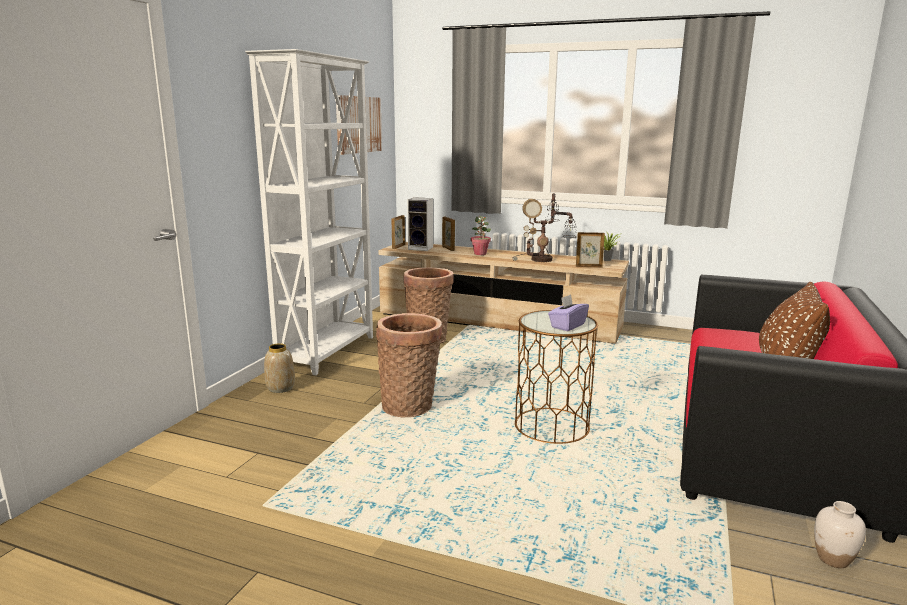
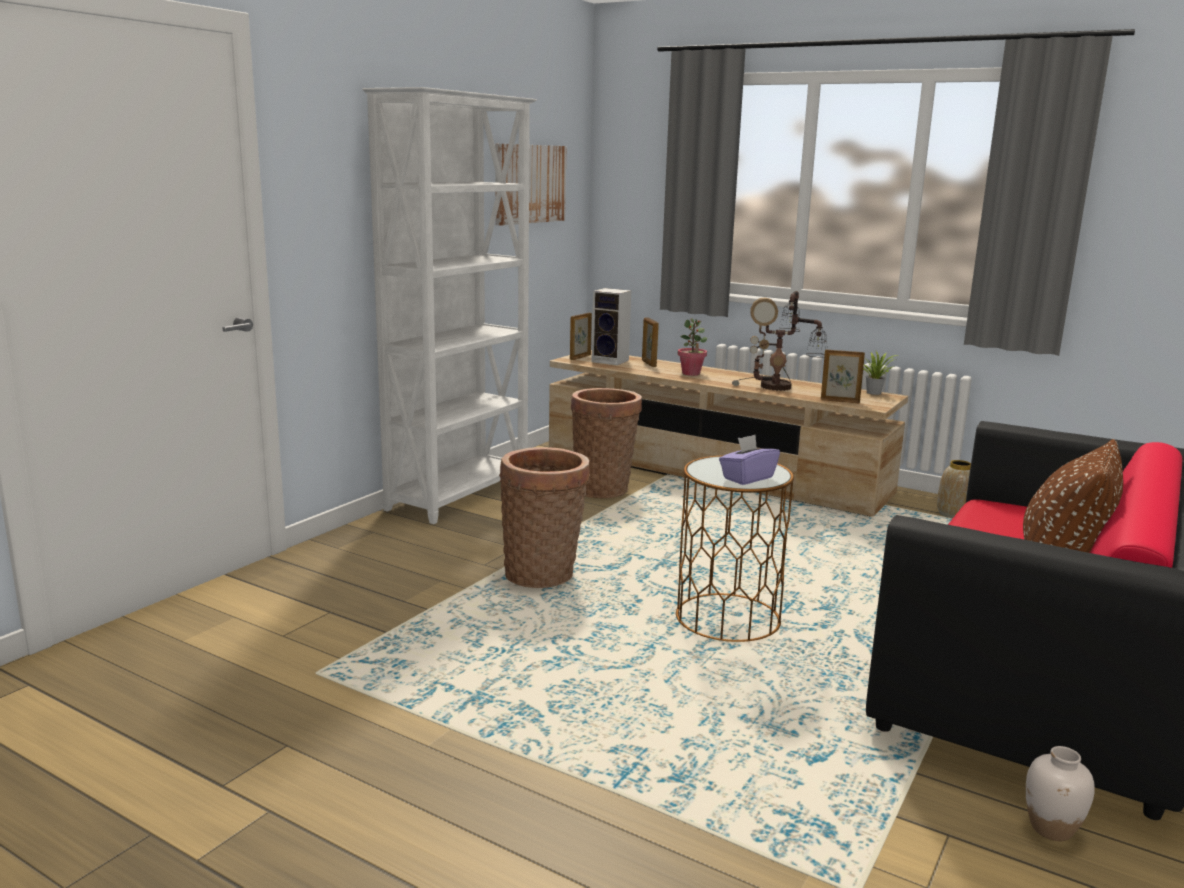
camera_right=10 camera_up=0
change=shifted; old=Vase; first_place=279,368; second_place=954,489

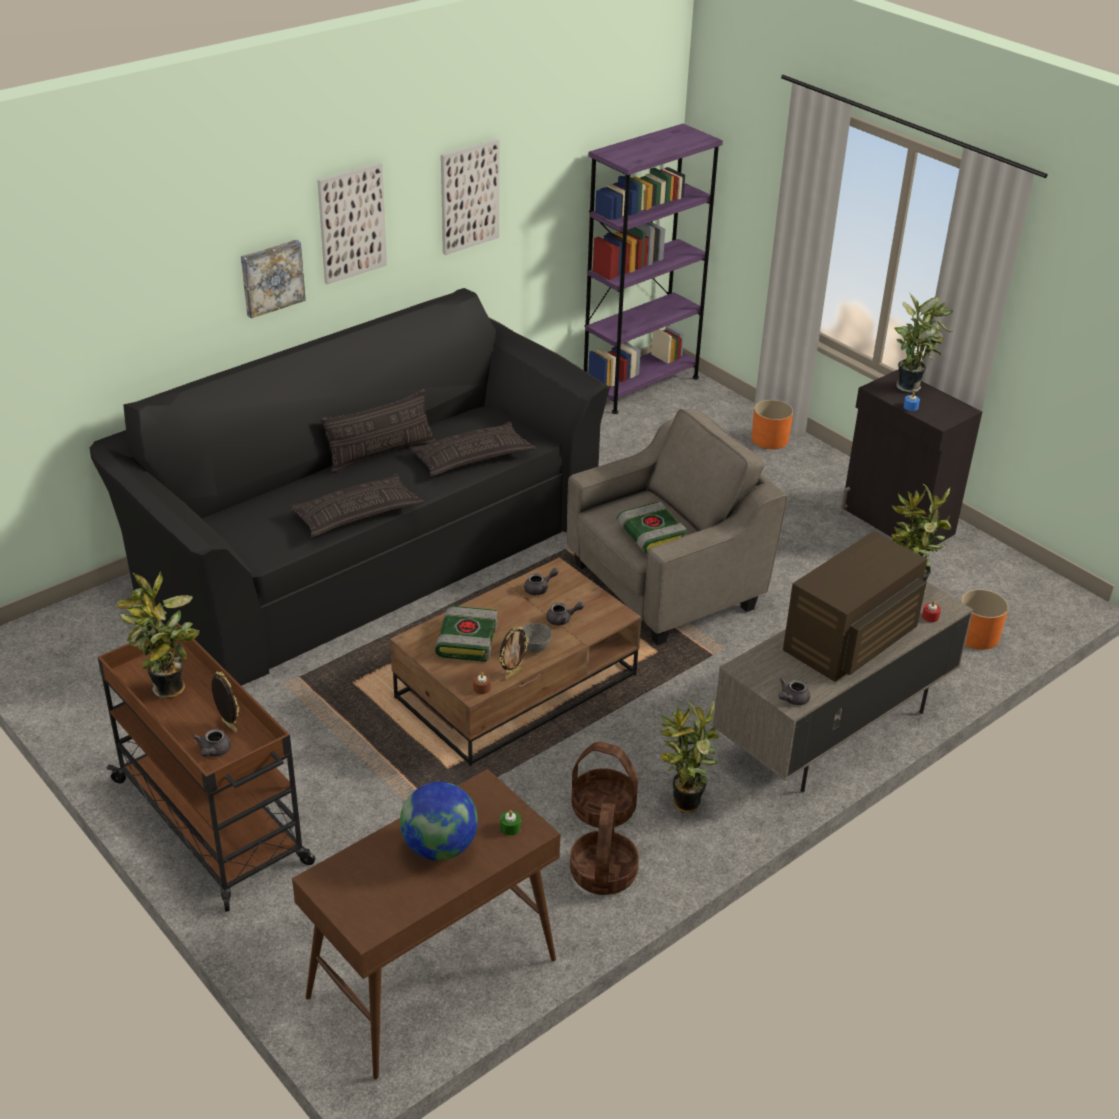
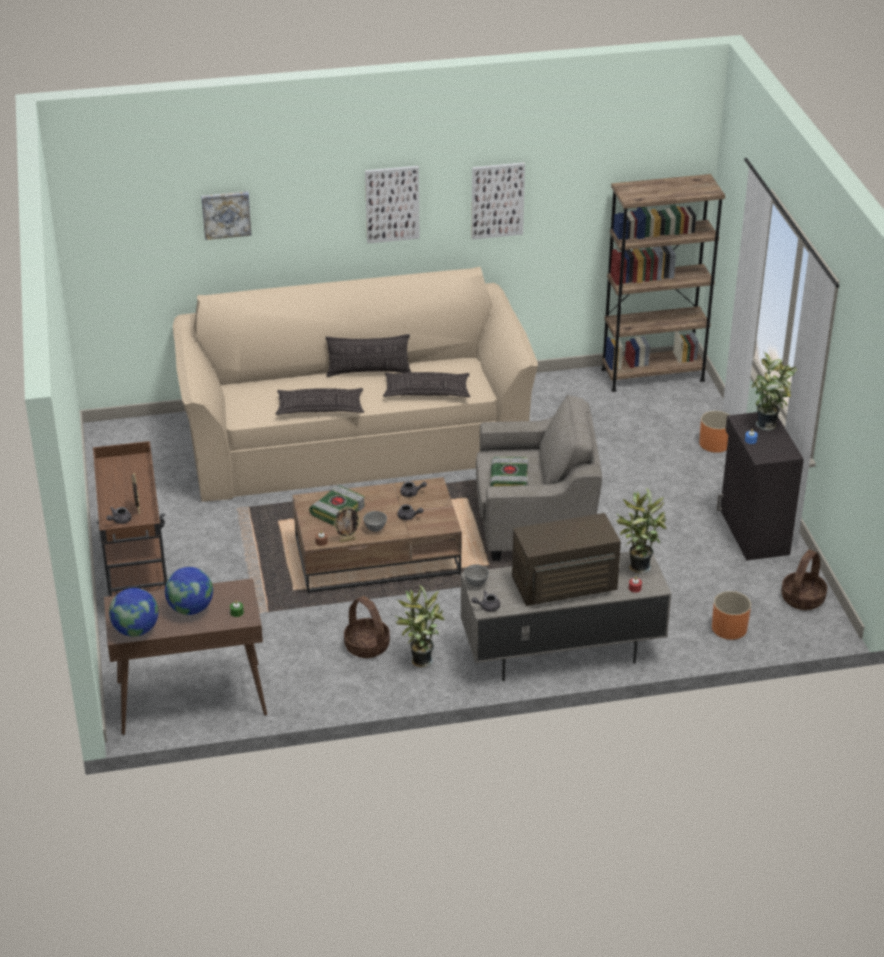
camera_right=30 camera_up=0
change=gone; old=Topfpflanze; first_place=157,635
change=new; new=Globus; second_place=133,612
change=new; new=Schüssel [grau]; second_place=476,575
change=shifted; old=Bild; first_place=273,279; second_place=226,215
change=shifted; old=Korb; first_place=604,849; second_place=804,580
change=repainted; old=Sofa [schwarz]; new=Sofa [beige]; first_place=350,487; second_place=355,384
change=repainted; old=Bücherregal [lila]; new=Bücherregal [braun]; first_place=653,269; second_place=663,283

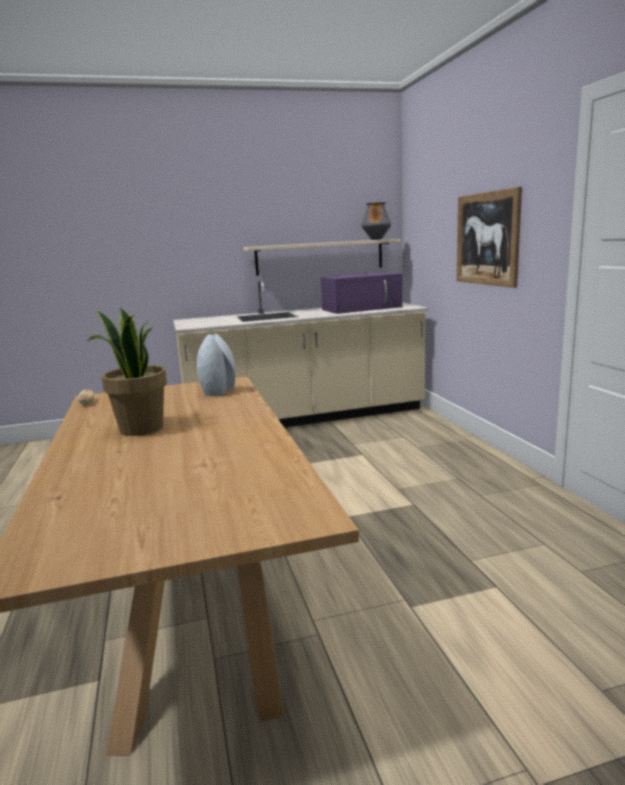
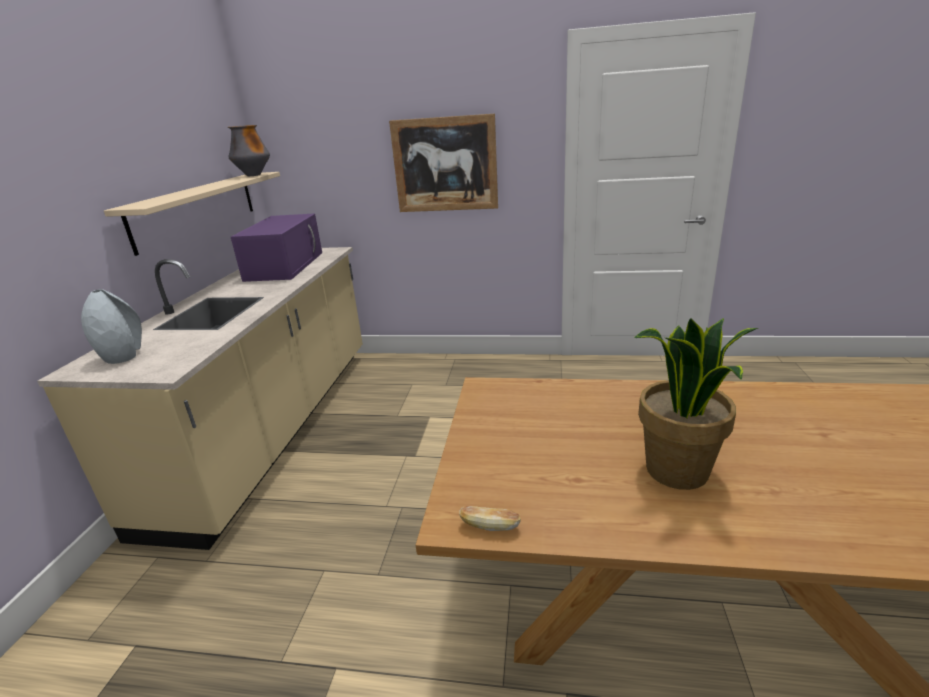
camera_right=-65 camera_up=10
change=shifted; old=Vase [grau]; first_place=216,364; second_place=111,326

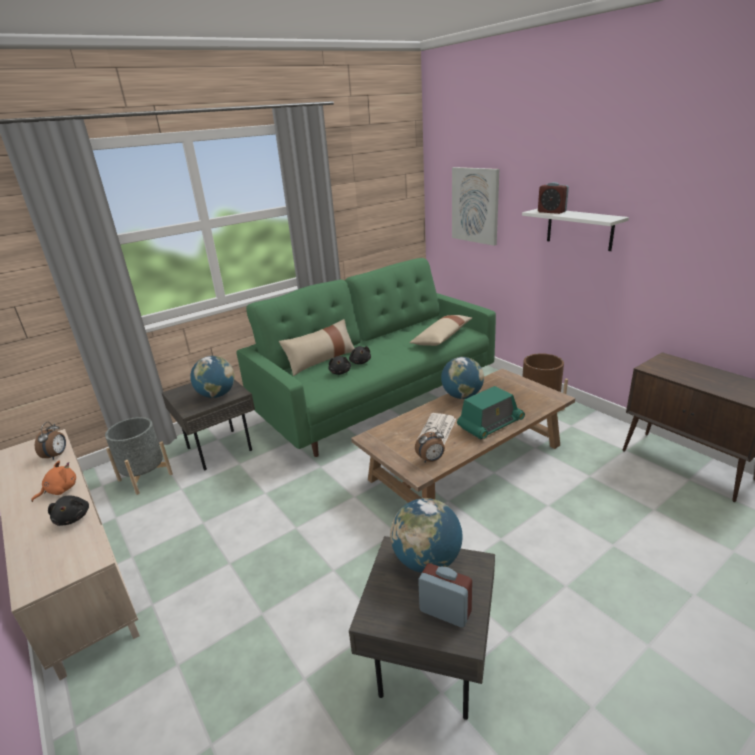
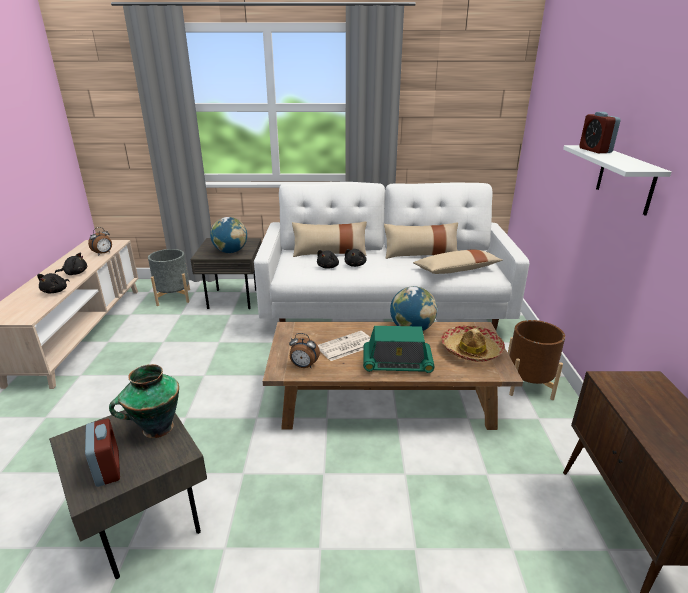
camera_right=35 camera_up=0
change=gone; old=Bild; first_place=476,206
change=new; new=Kissen [beige]; second_place=421,241
change=new; new=Hut; second_place=473,343
change=swapped; old=Globus; new=Vase; first_place=426,535; second_place=144,401
change=repainted; old=Plüschtier [orange]; new=Plüschtier [schwarz]; first_place=53,481; second_place=71,264
change=repainted; old=Sofa [grün]; new=Sofa [weiß]; first_place=366,357; second_place=391,256

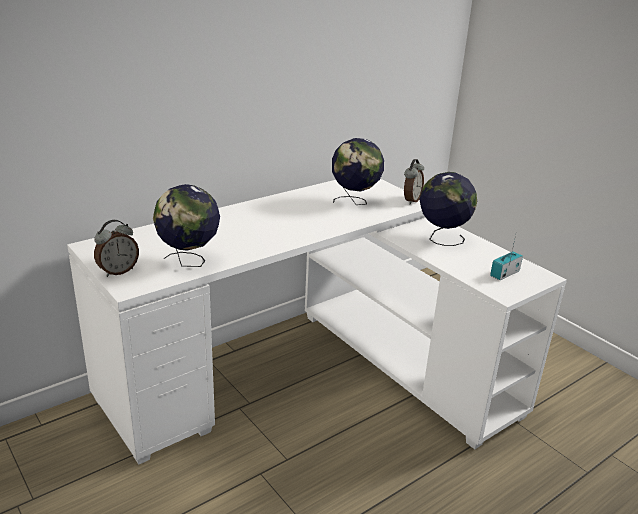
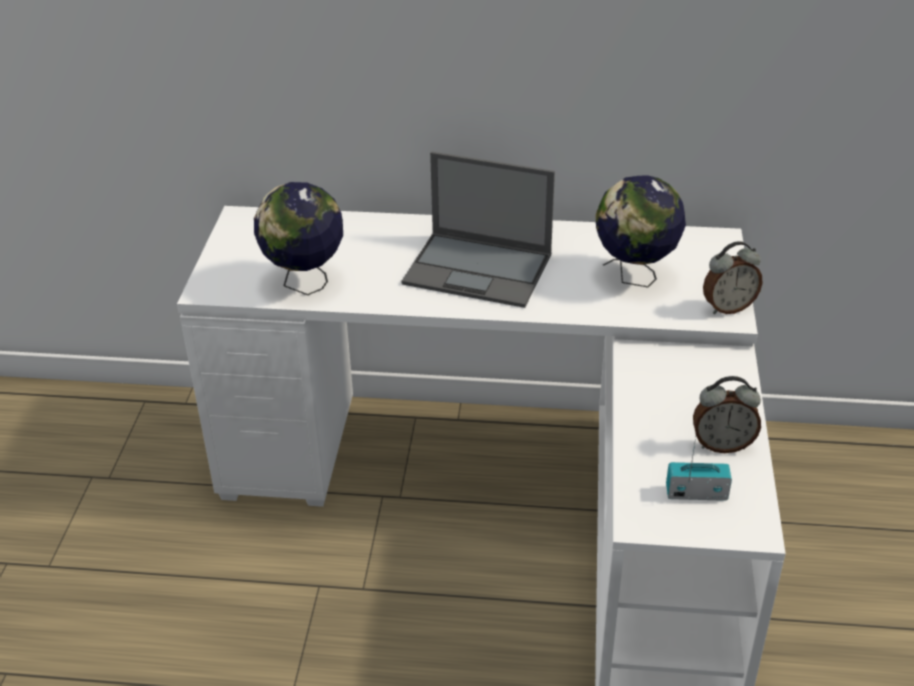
camera_right=45 camera_up=10
change=gone; old=Globus; first_place=448,209
change=new; new=Laptop; second_place=478,230
change=shifted; old=Wecker; first_place=116,248; second_place=727,414

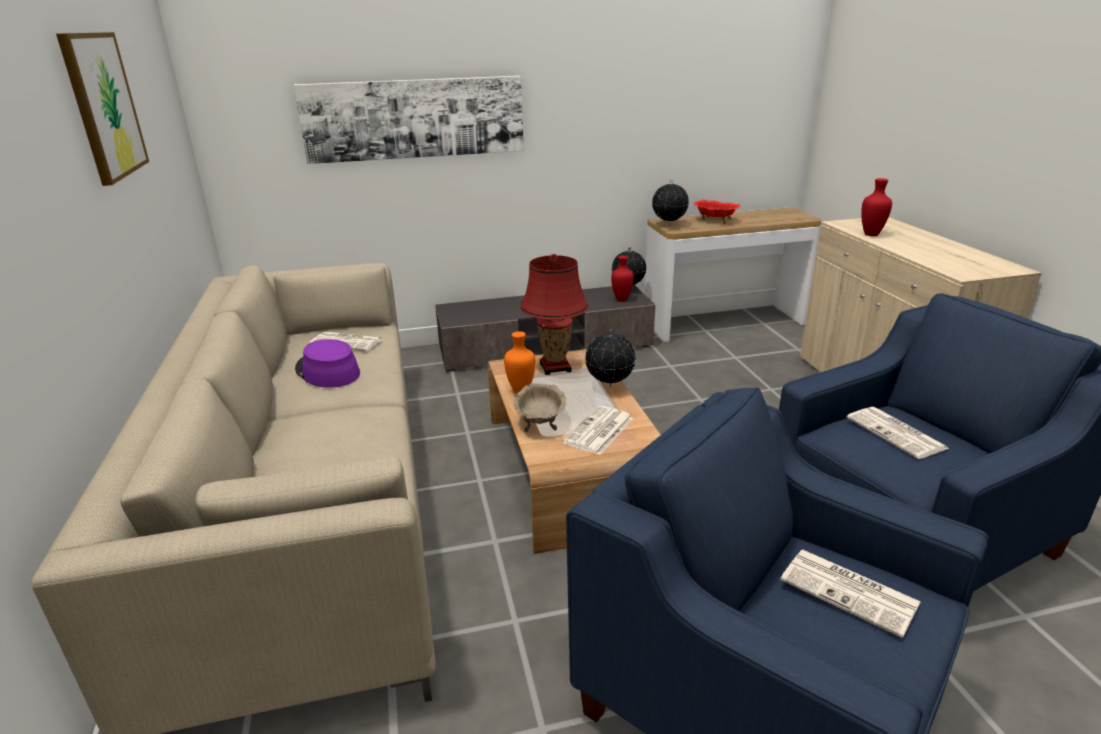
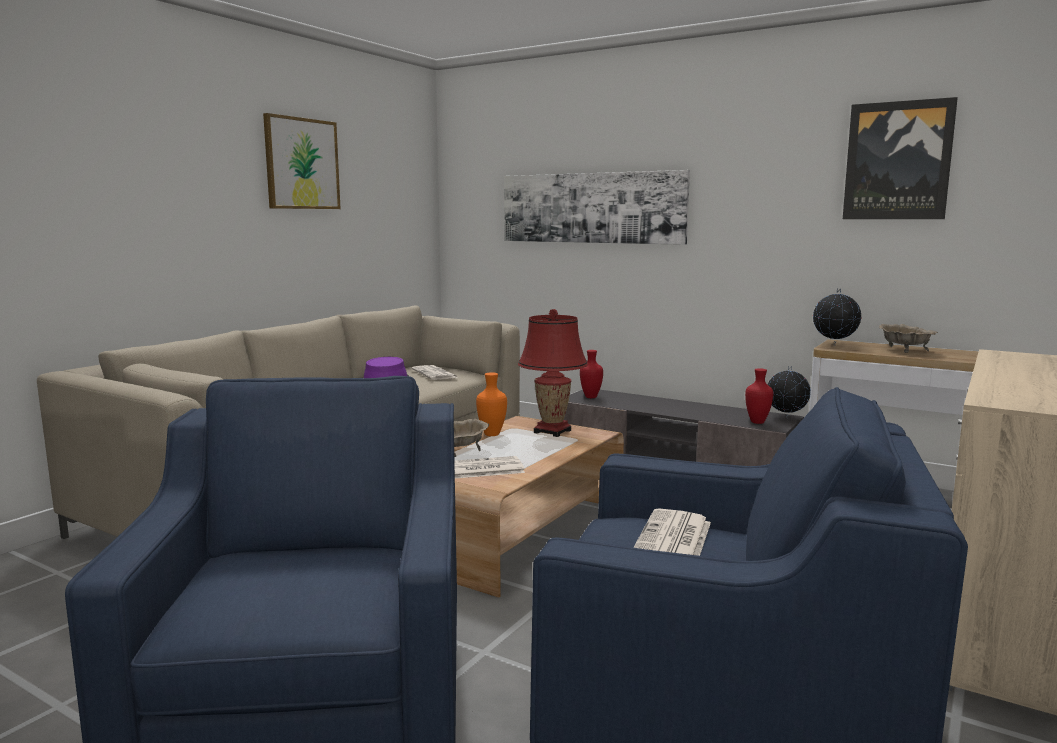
camera_right=45 camera_up=-15
change=gone; old=Globus; first_place=610,358
change=gone; old=Zeitung; first_place=850,594
change=new; new=Bild; second_place=900,158
change=shifted; old=Vase [rot]; first_place=876,207; second_place=591,374
change=repainted; old=Schüssel [rot]; new=Schüssel [beige]; first_place=717,212; second_place=908,338

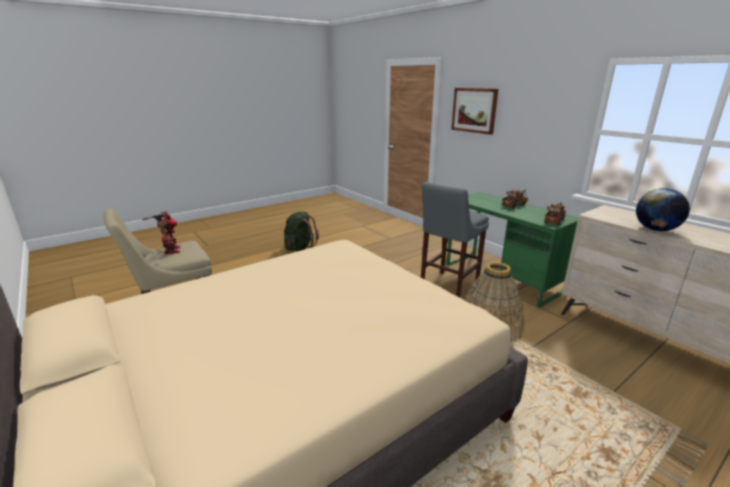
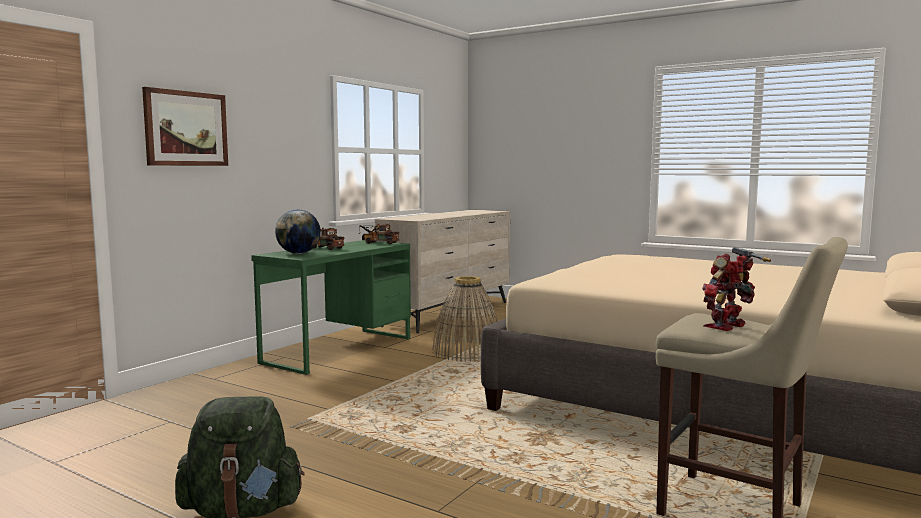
camera_right=-110 camera_up=-15
change=gone; old=Hocker [grau]; first_place=455,240
change=shifted; old=Globus; first_place=663,209; second_place=298,232

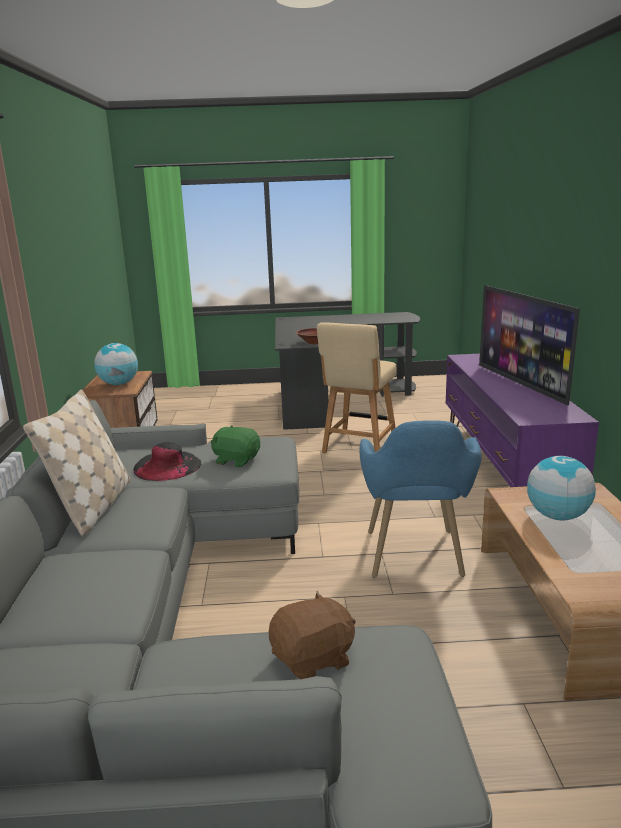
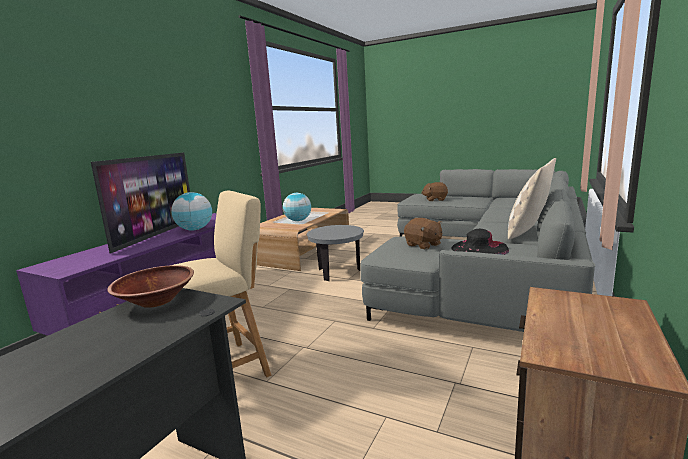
camera_right=-150 camera_up=-5
change=shifted; old=Globus; first_place=116,364; second_place=191,211
change=swapped; old=Sessel [blau]; new=Beistelltisch [grau]; first_place=420,499; second_place=335,253
change=repainted; old=Plüschtier [grün]; new=Plüschtier [braun]; first_place=235,447; second_place=423,234

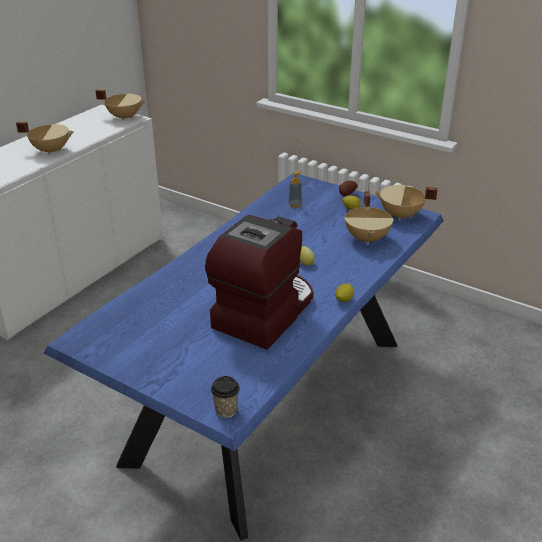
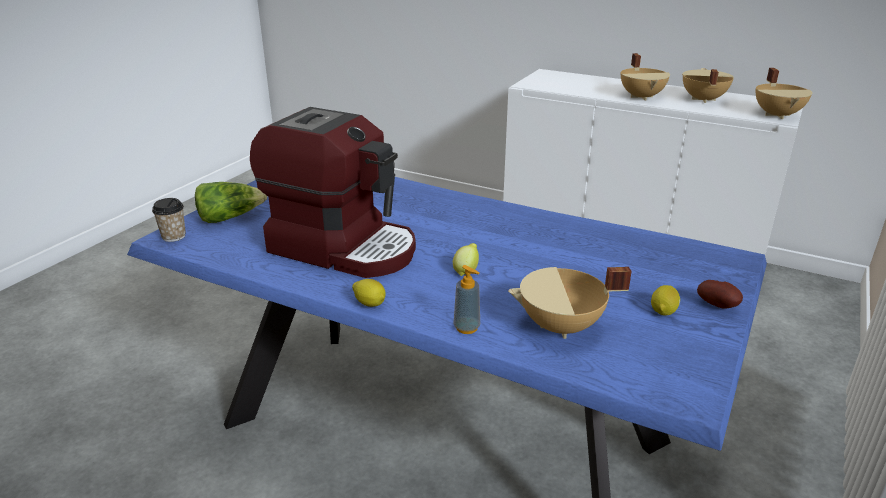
camera_right=85 camera_up=-5
change=new; new=Salatkopf; second_place=231,202
change=shifted; old=Seifenspender; first_place=295,189; second_place=466,299
change=shifted; old=Kochtopf [beige]; first_place=406,203; second_place=707,85

